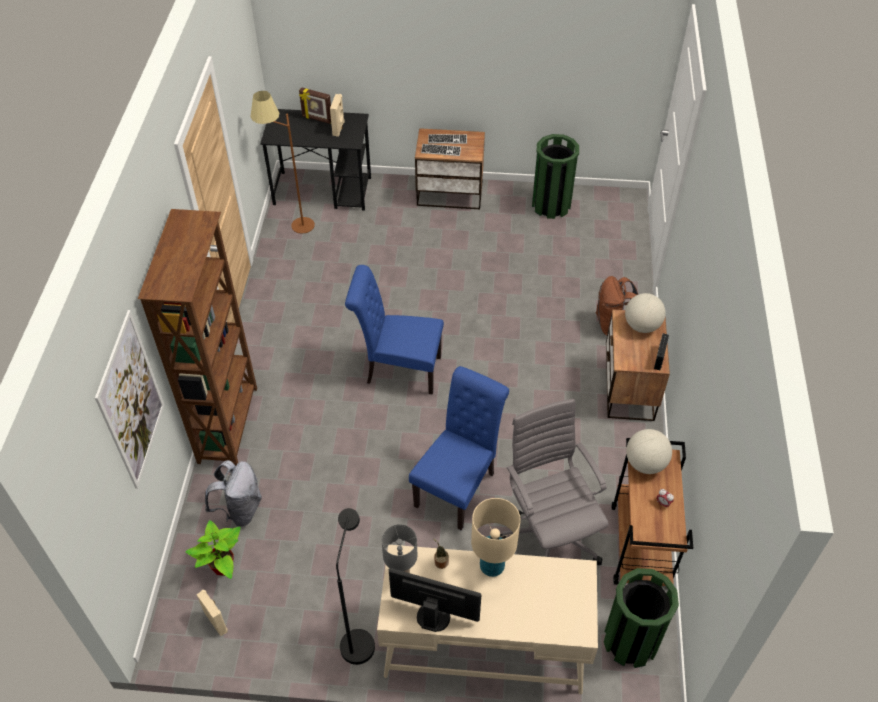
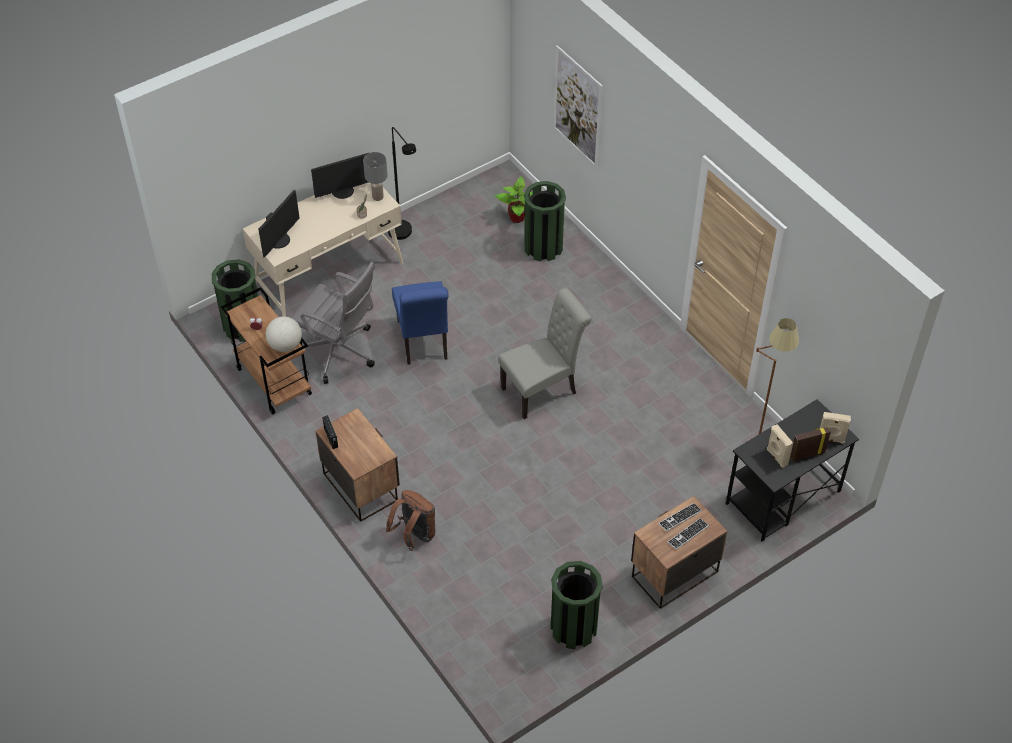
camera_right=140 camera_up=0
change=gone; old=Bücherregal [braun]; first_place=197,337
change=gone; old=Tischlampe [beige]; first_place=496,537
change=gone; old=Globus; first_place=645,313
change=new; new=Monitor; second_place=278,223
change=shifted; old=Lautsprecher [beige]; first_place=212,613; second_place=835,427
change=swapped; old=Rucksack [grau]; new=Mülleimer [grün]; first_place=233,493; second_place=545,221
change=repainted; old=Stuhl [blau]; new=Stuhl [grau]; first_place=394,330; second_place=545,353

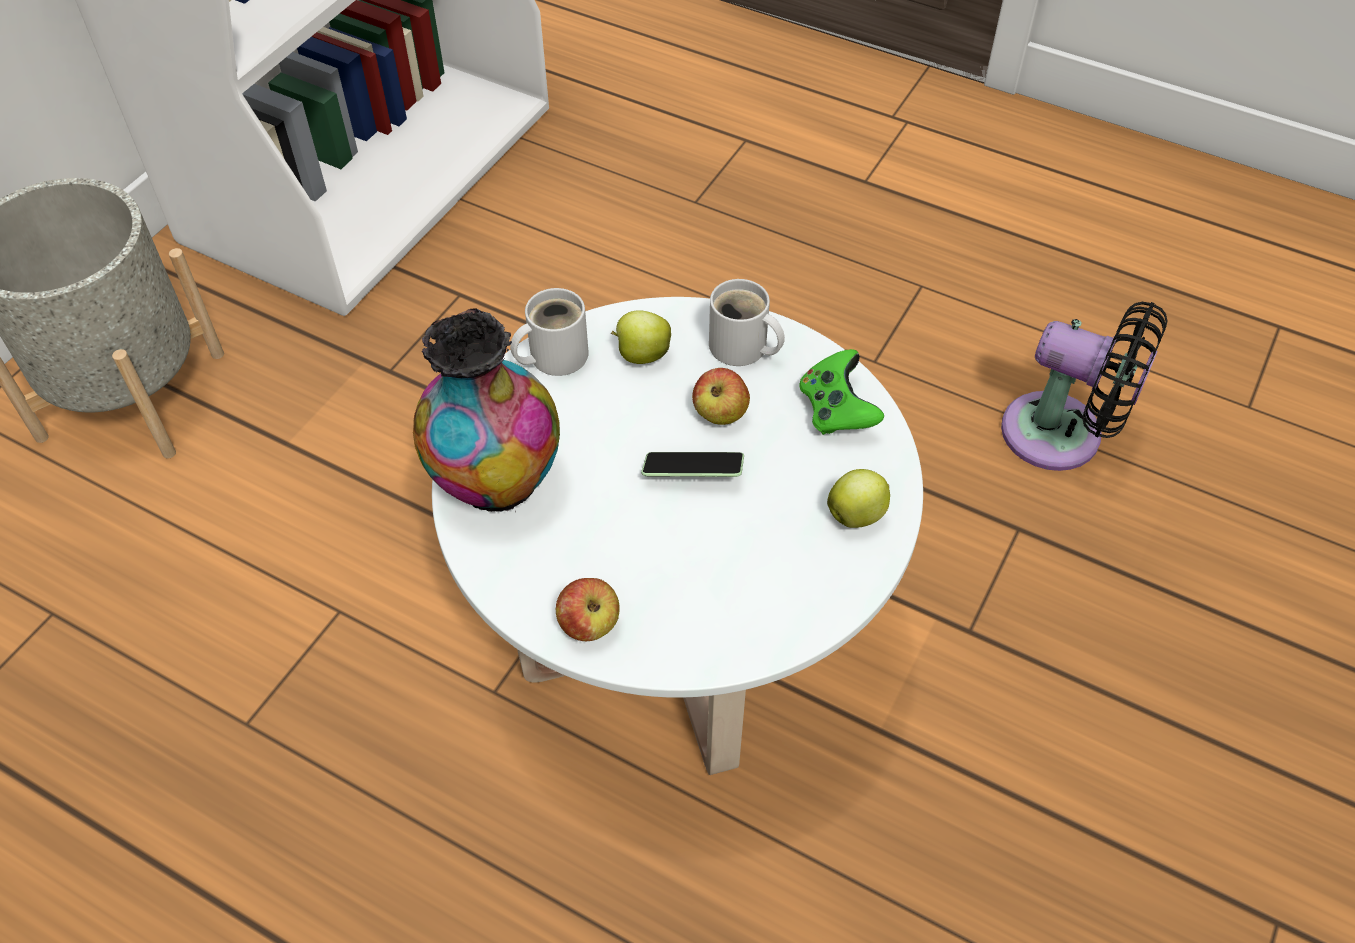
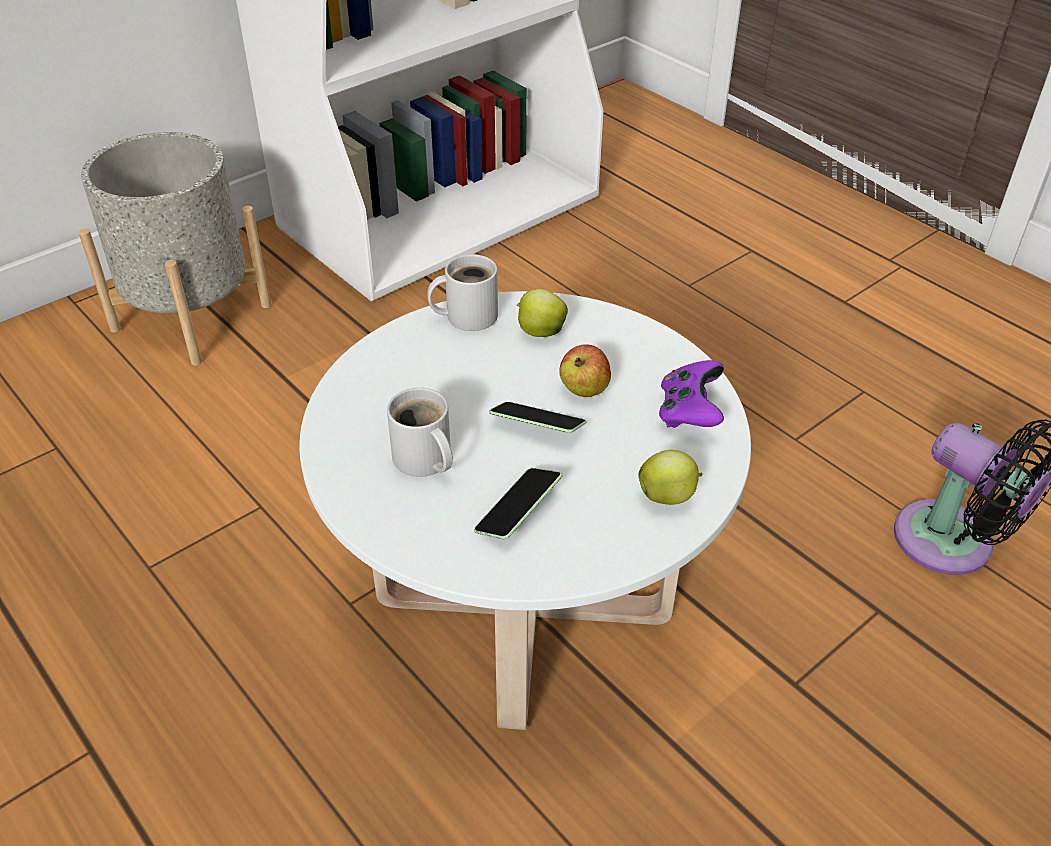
camera_right=20 camera_up=-10
change=gone; old=Vase; first_place=486,410
change=gone; old=Apfel; first_place=588,609
change=new; new=Handy; second_place=518,503
change=shifted; old=Henkelbecher [weiß]; first_place=747,322; second_place=420,432
change=repainted; old=Gamepad [grün]; new=Gamepad [lila]; first_place=841,392; second_place=691,394

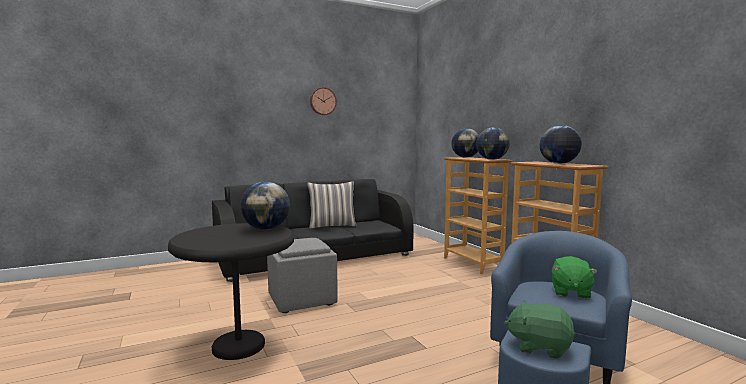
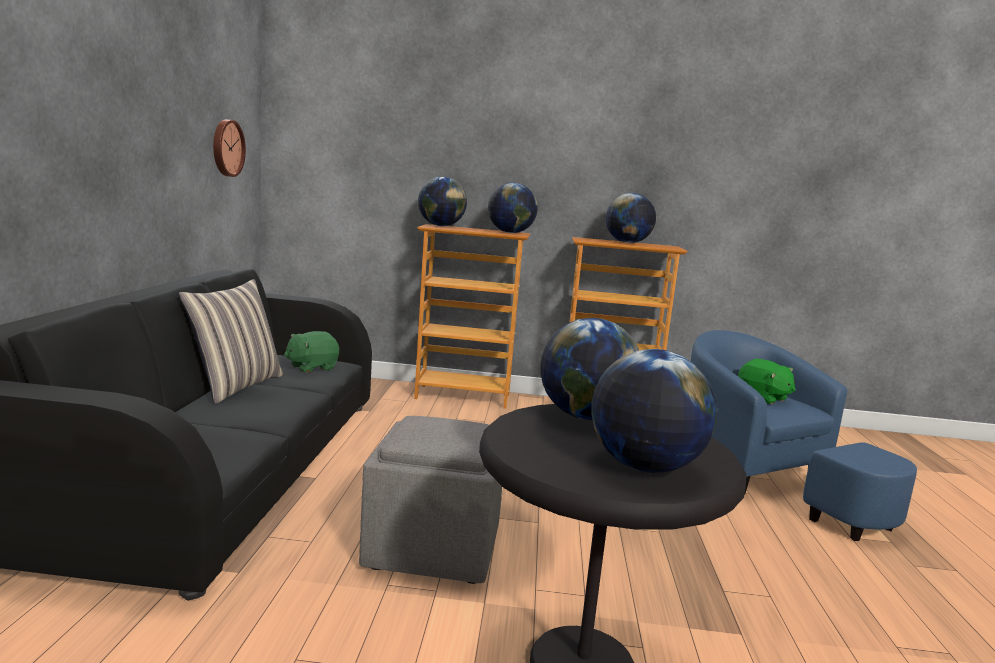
camera_right=-60 camera_up=5
change=new; new=Globus; second_place=654,411
change=shifted; old=Wanduhr; first_place=323,101; second_place=229,148
change=shifted; old=Plüschtier [grün]; first_place=540,330; second_place=311,352

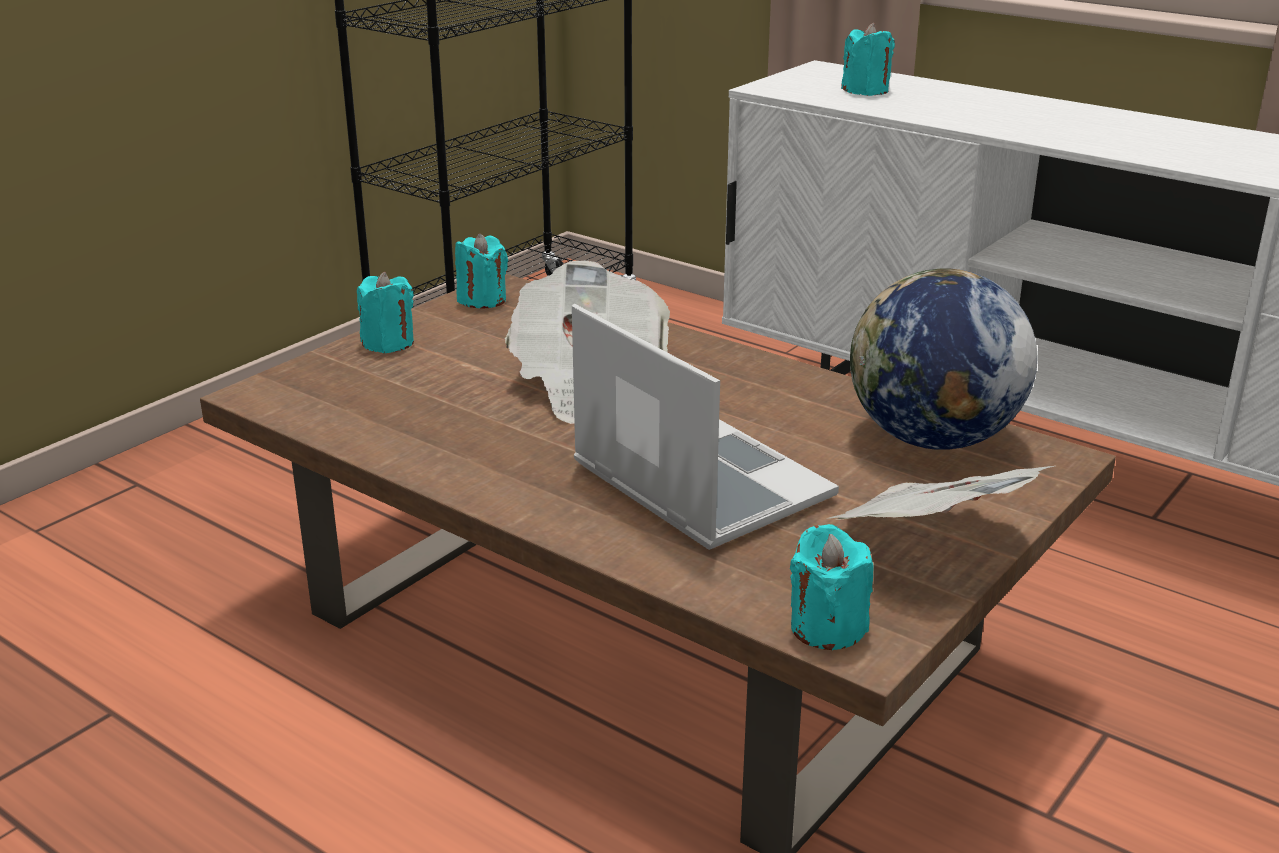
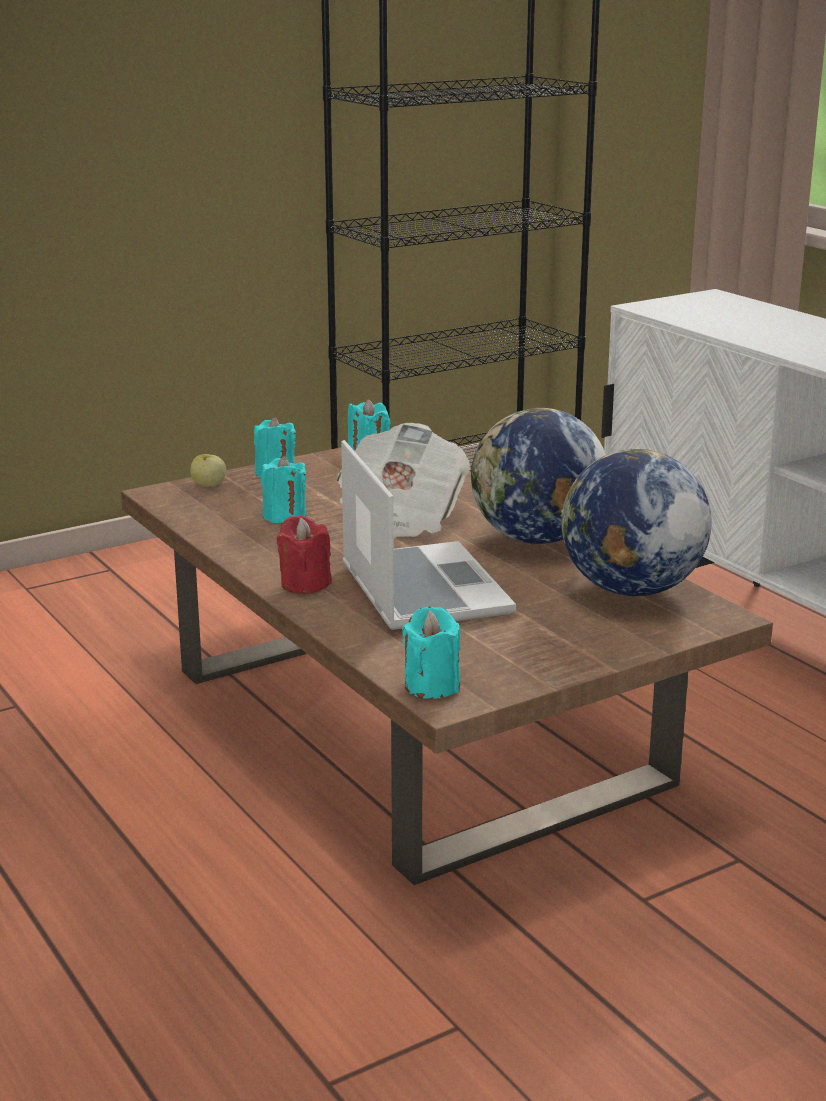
camera_right=20 camera_up=-5
change=gone; old=Zeitung; first_place=940,493
change=new; new=Apfel; second_place=208,470
change=new; new=Kerze [rot]; second_place=304,555
change=new; new=Globus; second_place=538,476
change=shifted; old=Kerze [türkis]; first_place=868,59; second_place=283,489

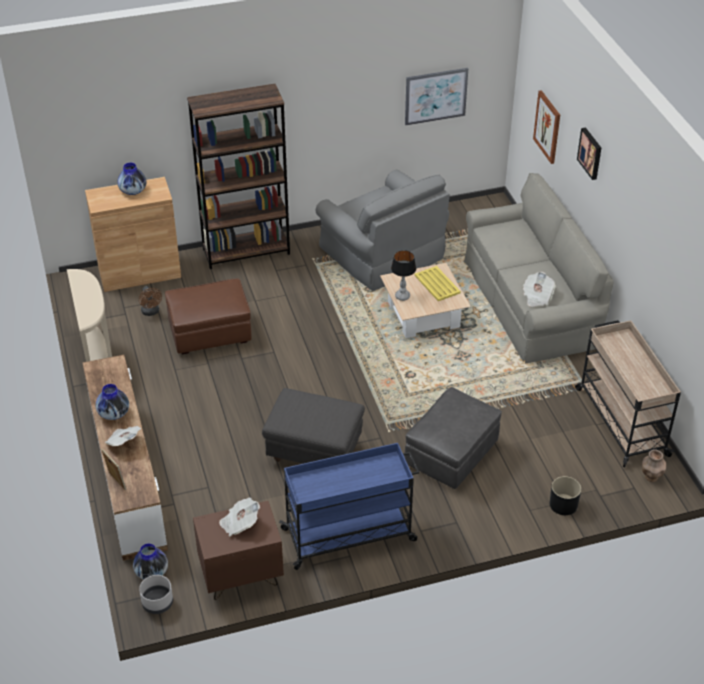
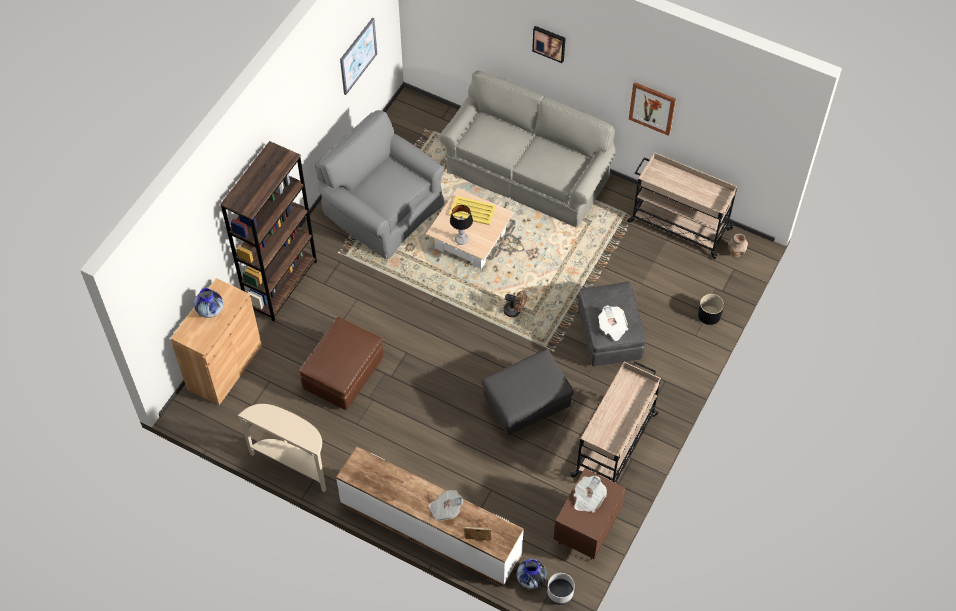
camera_right=-45 camera_up=15
change=gone; old=Vase; first_place=112,402
change=shifted; old=Ventilator [braun]; first_place=150,301; second_place=515,303
change=shifted; old=Zeitung; first_place=539,289; second_place=613,323
change=shifted; old=Bild; first_place=546,127; second_place=652,109
change=repainted; old=Rollwagen [blau]; new=Rollwagen [beige]; first_place=349,506; second_place=615,422
change=rotated; old=Sessel [grau]; first_place=383,230; second_place=379,184; degrees=-150

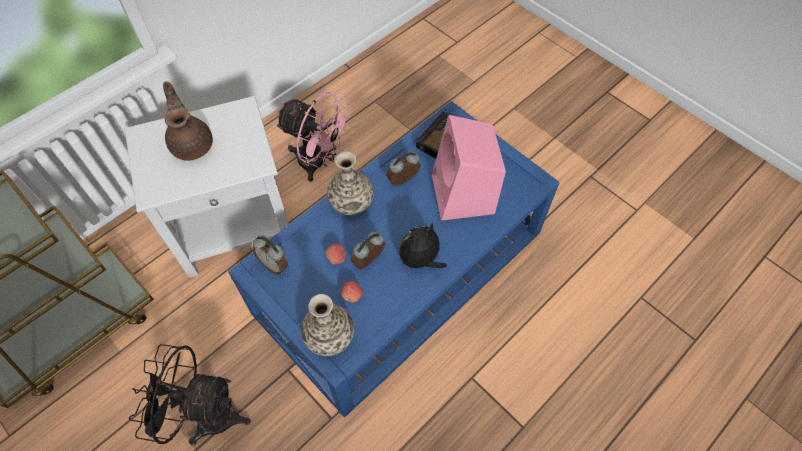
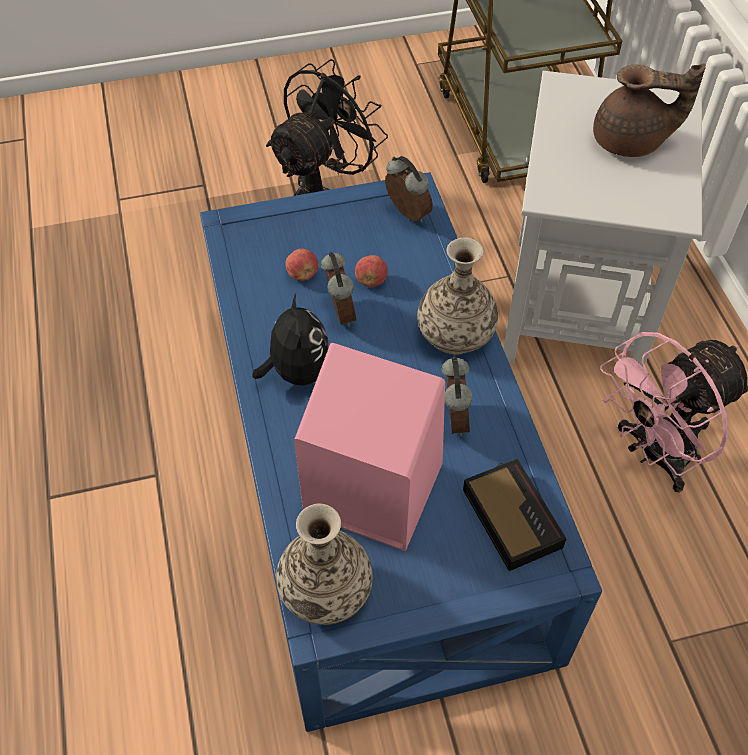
camera_right=120 camera_up=-5
change=shifted; old=Vase; first_place=327,325; second_place=324,564
change=rotated; old=Wecker; first_place=270,255; second_place=409,189; degrees=75

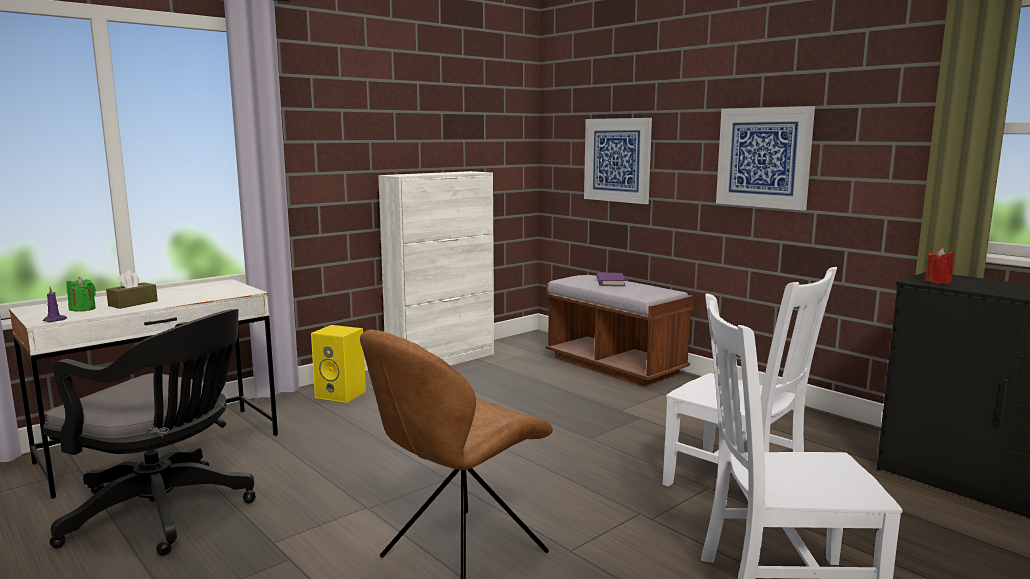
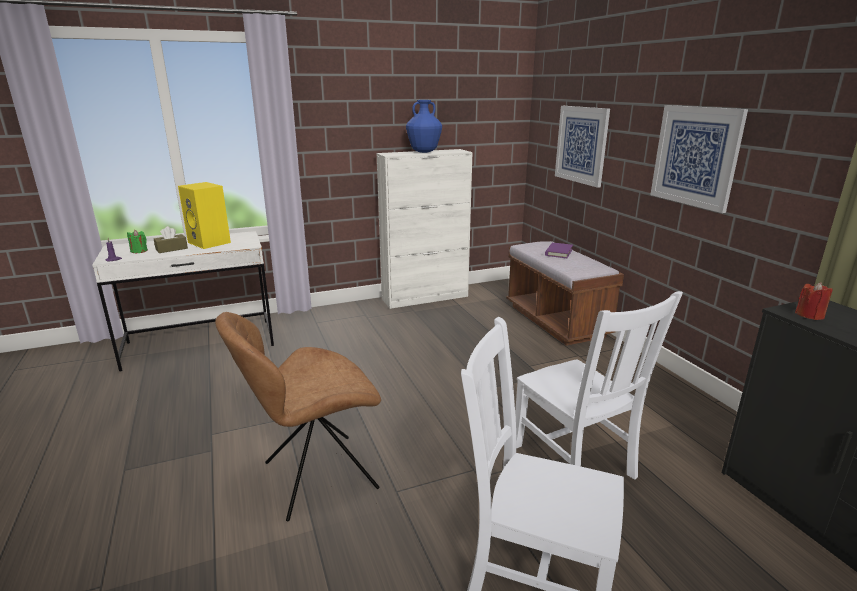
camera_right=20 camera_up=10
change=gone; old=Bürostuhl [schwarz]; first_place=149,432
change=new; new=Vase [blau]; second_place=424,126
change=shifted; old=Lautsprecher [gelb]; first_place=338,364; second_place=204,215

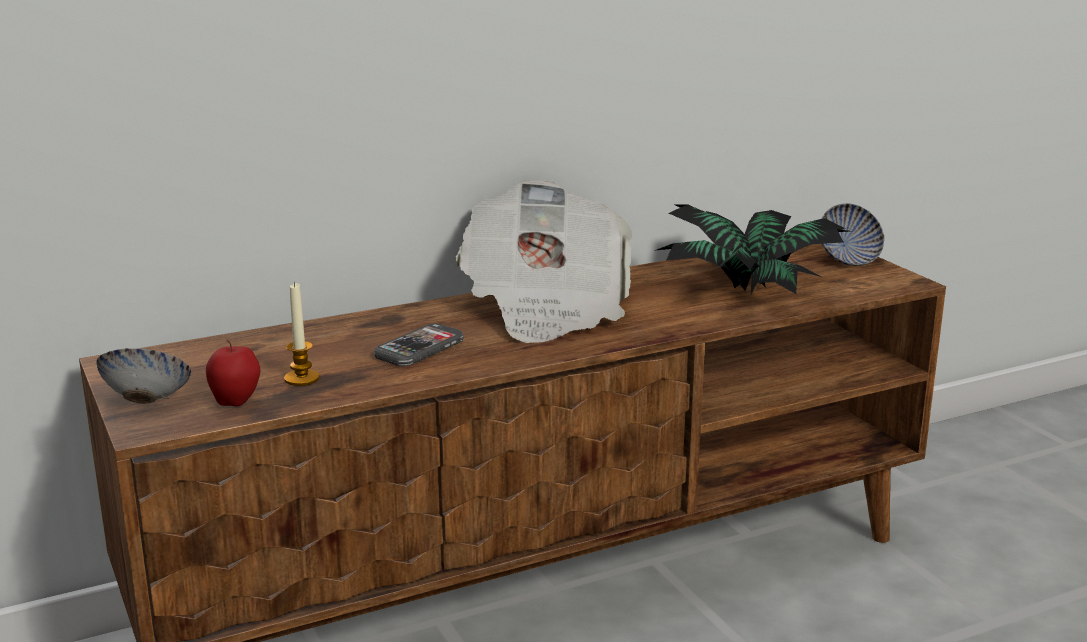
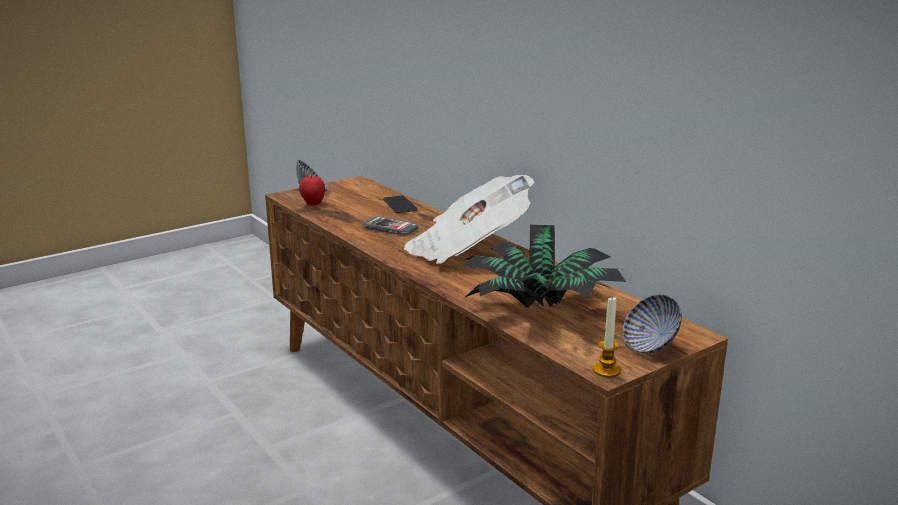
camera_right=80 camera_up=0
change=new; new=Handy; second_place=400,204
change=shifted; old=Kerze; first_place=302,334; second_place=607,336

